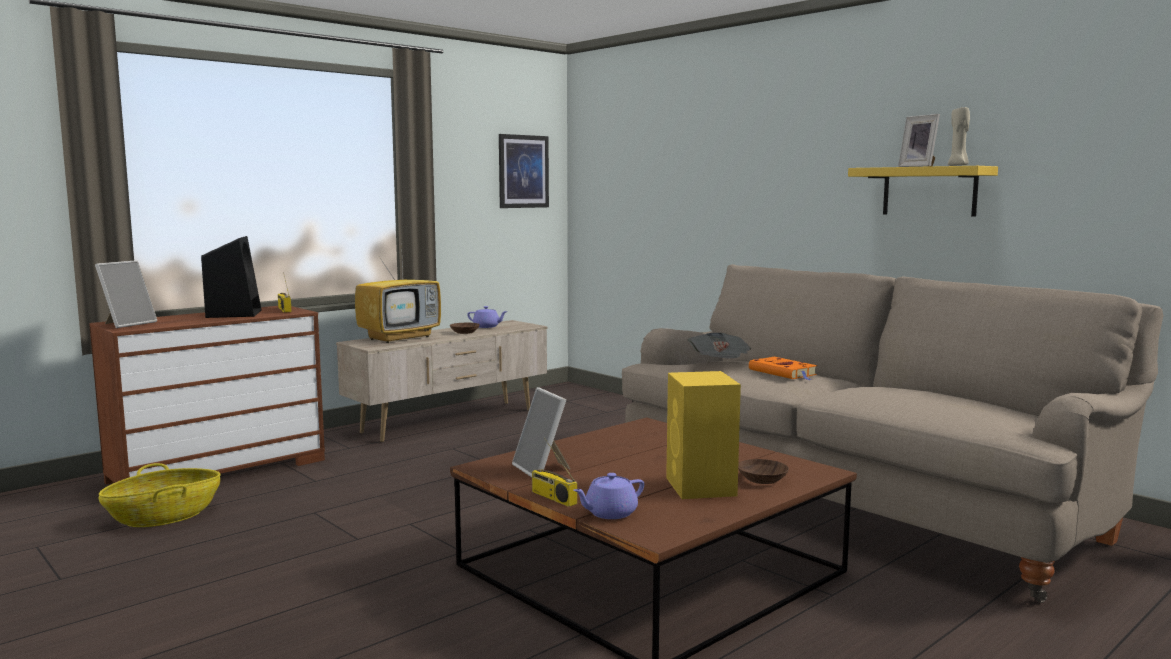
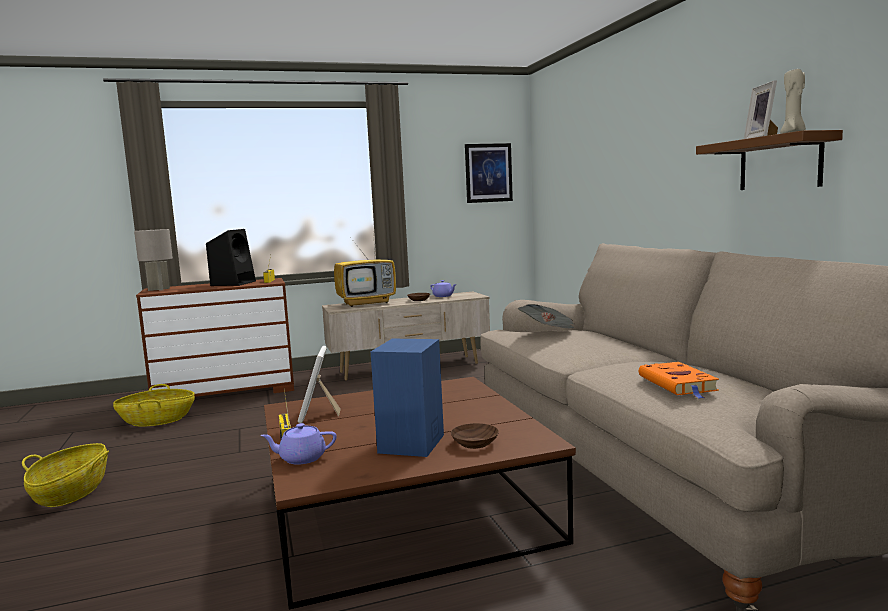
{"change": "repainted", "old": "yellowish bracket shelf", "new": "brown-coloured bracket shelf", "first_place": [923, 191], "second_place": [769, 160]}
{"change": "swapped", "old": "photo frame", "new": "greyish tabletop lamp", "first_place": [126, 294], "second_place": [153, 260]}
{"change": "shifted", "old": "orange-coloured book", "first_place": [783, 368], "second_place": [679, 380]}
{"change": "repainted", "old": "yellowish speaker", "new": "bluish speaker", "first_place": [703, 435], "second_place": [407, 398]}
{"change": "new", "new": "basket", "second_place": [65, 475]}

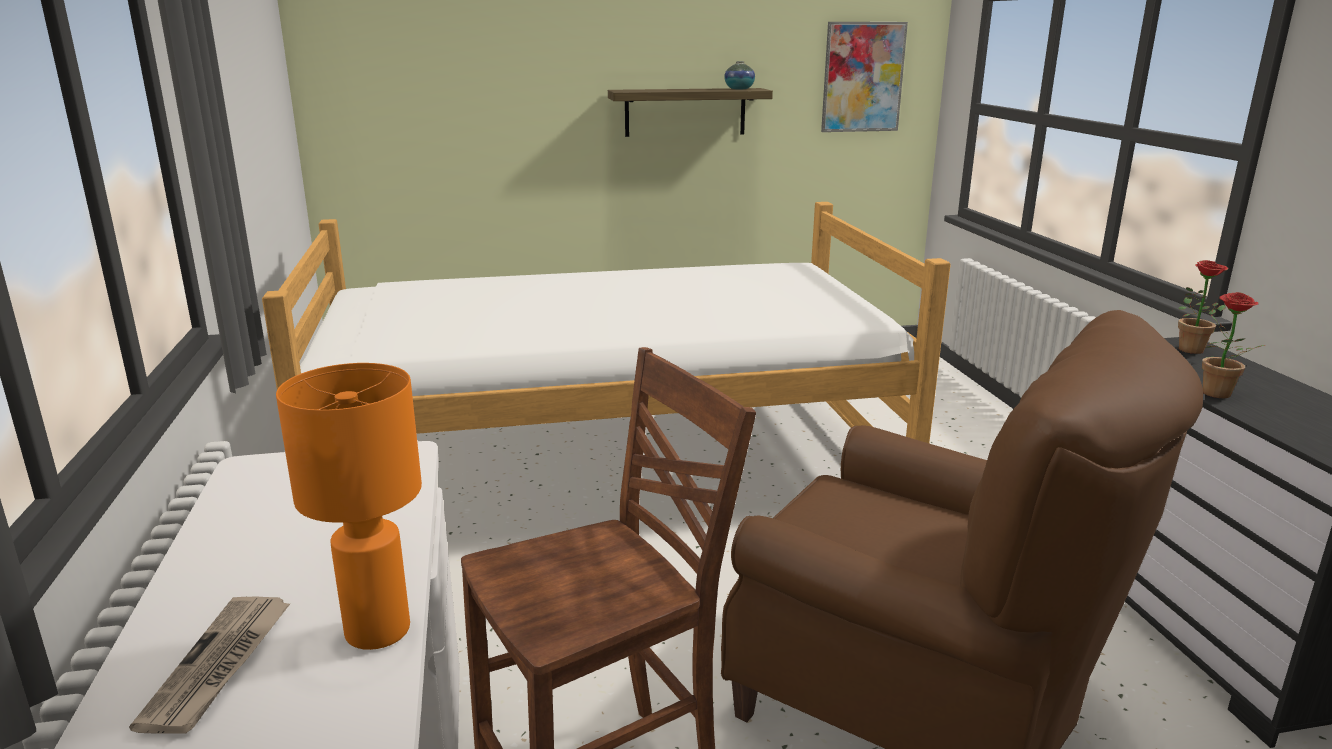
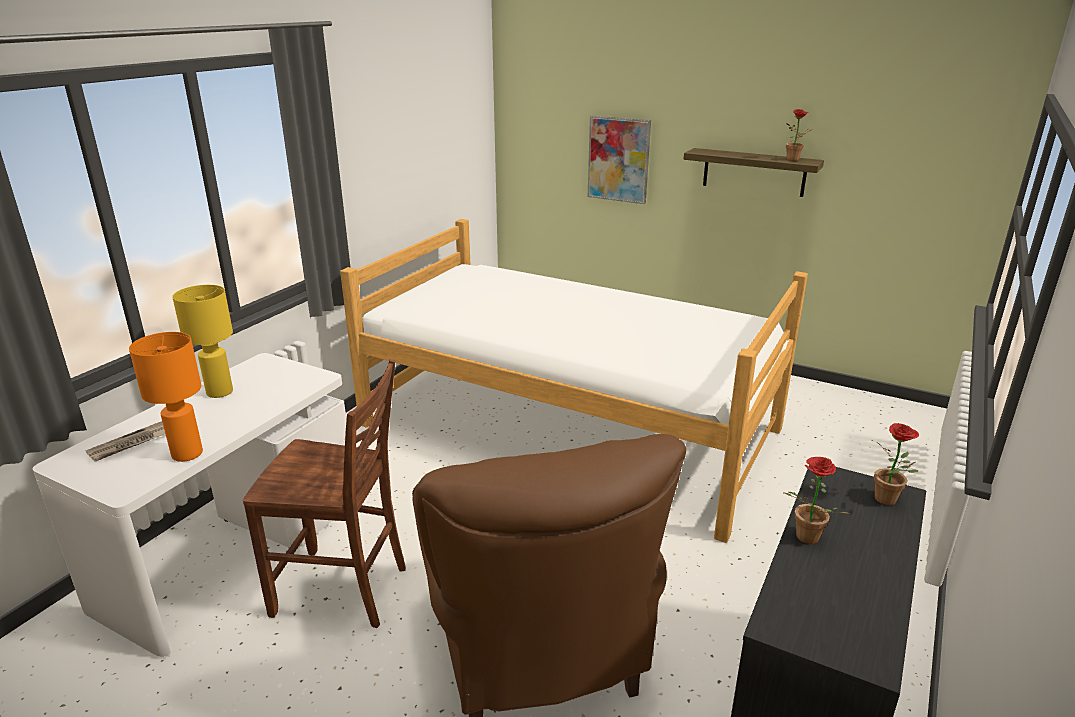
{"change": "shifted", "old": "wall art", "first_place": [864, 77], "second_place": [619, 160]}
{"change": "swapped", "old": "flower vase", "new": "potted plant", "first_place": [739, 75], "second_place": [799, 135]}
{"change": "new", "new": "yellowish tabletop lamp", "second_place": [202, 341]}

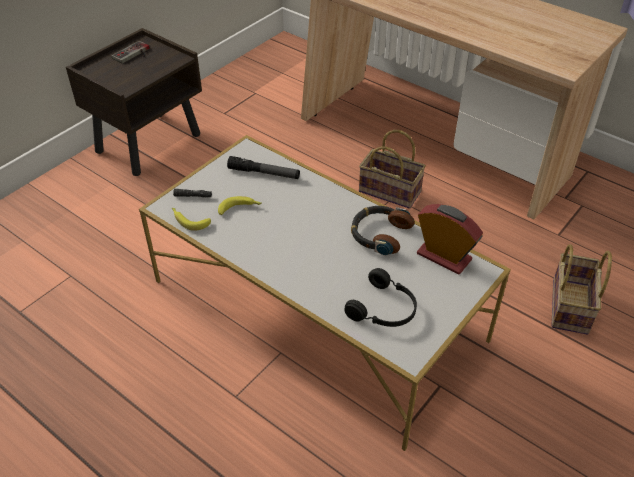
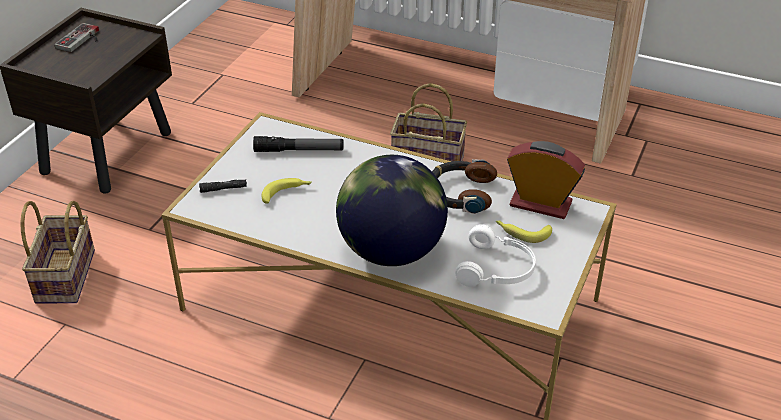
{"change": "shifted", "old": "whole banana", "first_place": [191, 219], "second_place": [524, 231]}
{"change": "shifted", "old": "basket", "first_place": [582, 289], "second_place": [57, 252]}
{"change": "repainted", "old": "black headset", "new": "white headset", "first_place": [380, 297], "second_place": [496, 255]}
{"change": "new", "new": "world globe", "second_place": [392, 210]}

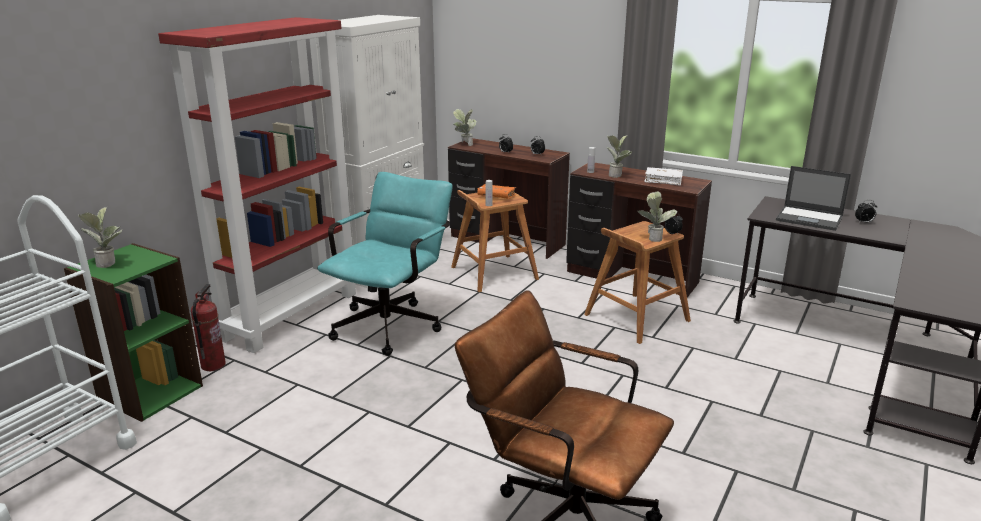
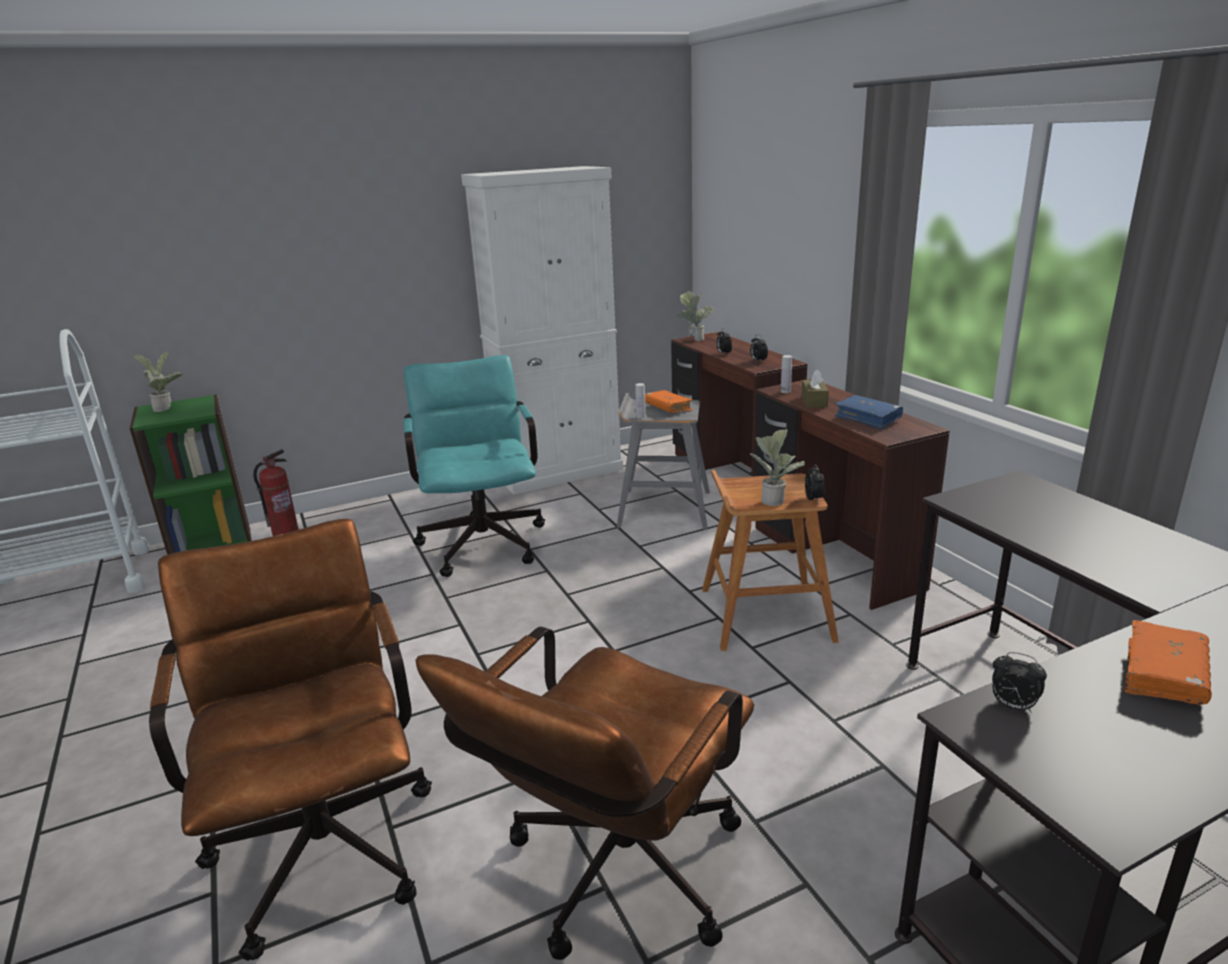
{"change": "gone", "old": "reddish bookshelf", "first_place": [257, 185]}
{"change": "swapped", "old": "potted plant", "new": "brown-coloured box of tissues", "first_place": [619, 156], "second_place": [815, 389]}
{"change": "gone", "old": "laptop", "first_place": [813, 198]}
{"change": "repainted", "old": "white book", "new": "bluish book", "first_place": [663, 176], "second_place": [868, 412]}
{"change": "rotated", "old": "turquoise-coloured office chair", "first_place": [385, 264], "second_place": [474, 466], "degrees": -75}
{"change": "repainted", "old": "brown-coloured stool", "new": "greyish stool", "first_place": [495, 241], "second_place": [663, 461]}
{"change": "shifted", "old": "alarm clock", "first_place": [866, 211], "second_place": [1019, 682]}
{"change": "new", "new": "orange-coloured book", "second_place": [1168, 662]}
{"change": "new", "new": "brown-coloured office chair", "second_place": [584, 793]}

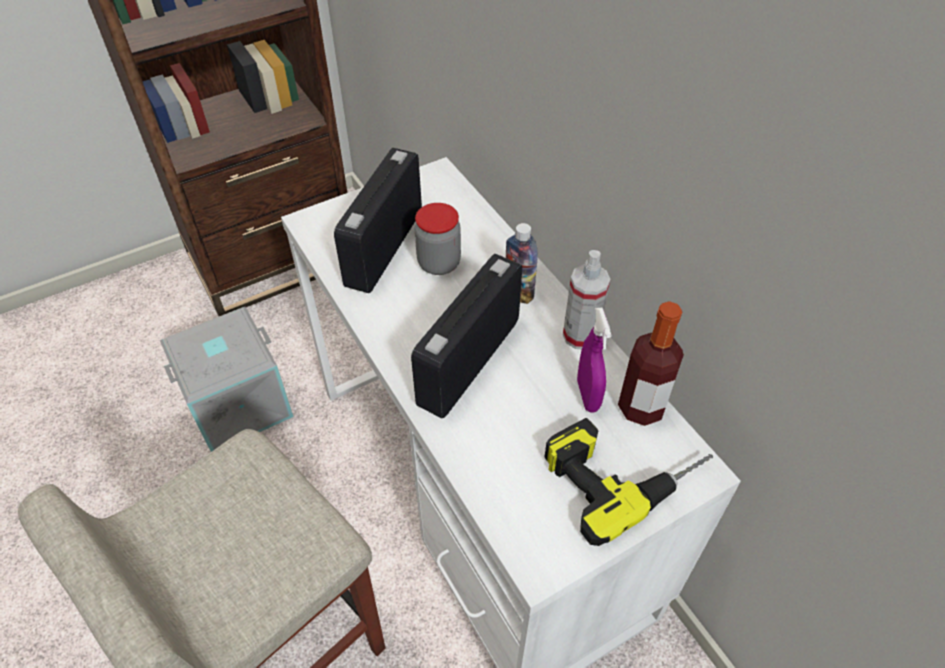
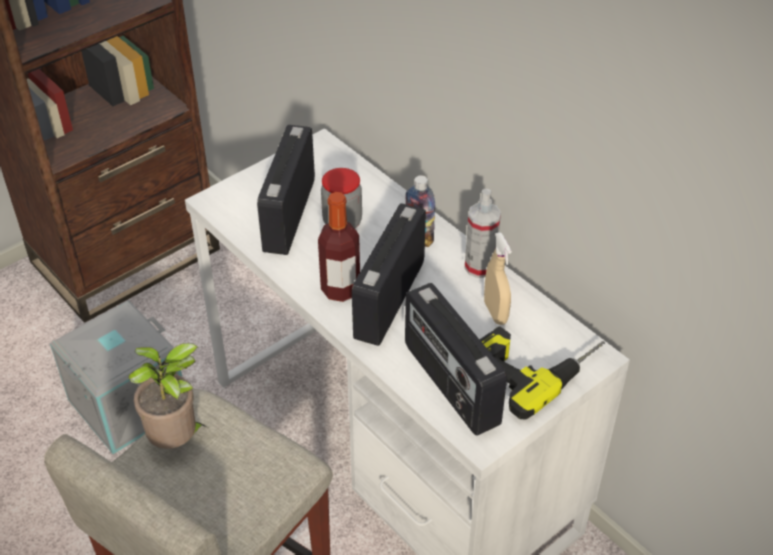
{"change": "shifted", "old": "drink bottle", "first_place": [651, 363], "second_place": [339, 247]}
{"change": "repainted", "old": "purplish spray bottle", "new": "beige spray bottle", "first_place": [594, 360], "second_place": [498, 278]}
{"change": "new", "new": "radio set", "second_place": [456, 359]}
{"change": "new", "new": "potted plant", "second_place": [167, 396]}

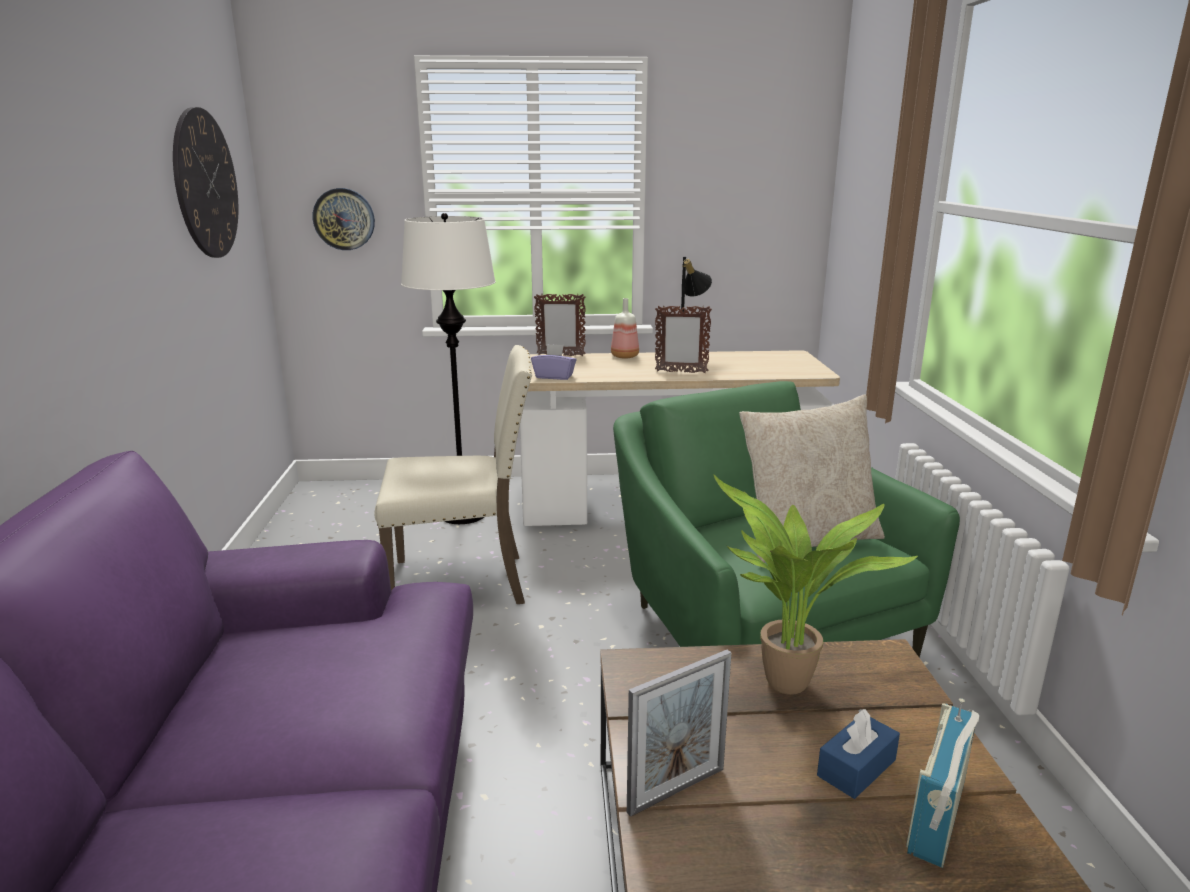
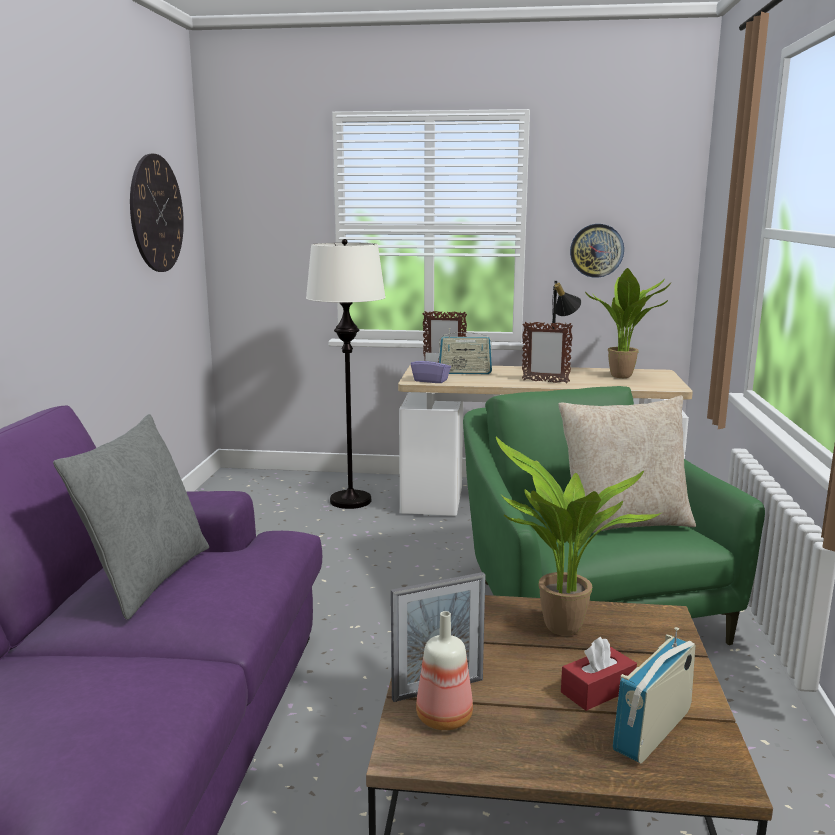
{"change": "shifted", "old": "hanging clock", "first_place": [344, 219], "second_place": [597, 251]}
{"change": "shifted", "old": "drink bottle", "first_place": [625, 328], "second_place": [444, 670]}
{"change": "gone", "old": "beige plain chair", "first_place": [453, 474]}
{"change": "repainted", "old": "bluish box of tissues", "new": "reddish box of tissues", "first_place": [858, 754], "second_place": [599, 674]}
{"change": "new", "new": "potted plant", "second_place": [628, 323]}
{"change": "new", "new": "radio set", "second_place": [465, 351]}
{"change": "new", "new": "greyish pillow", "second_place": [131, 517]}

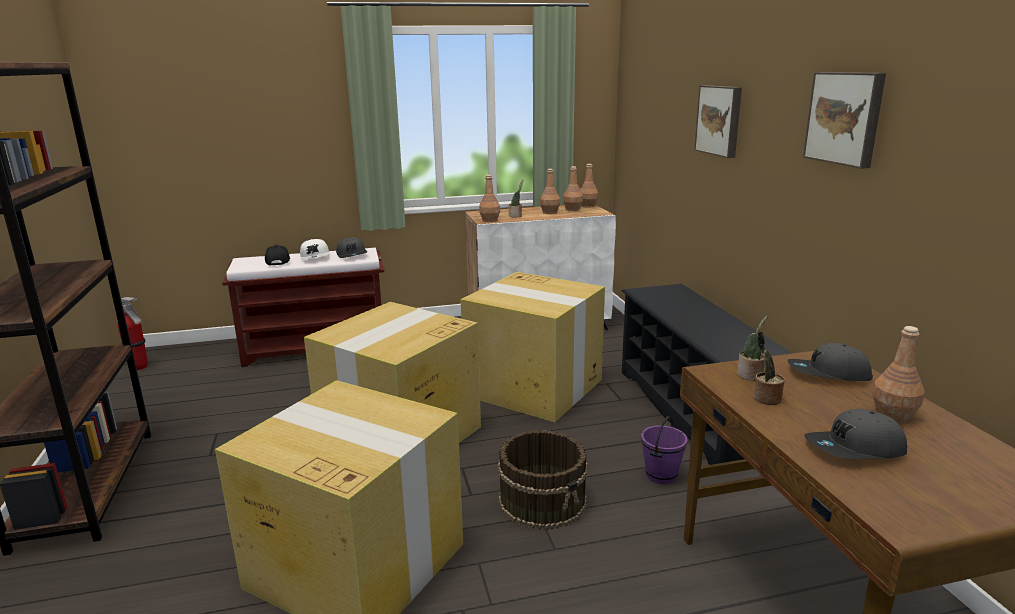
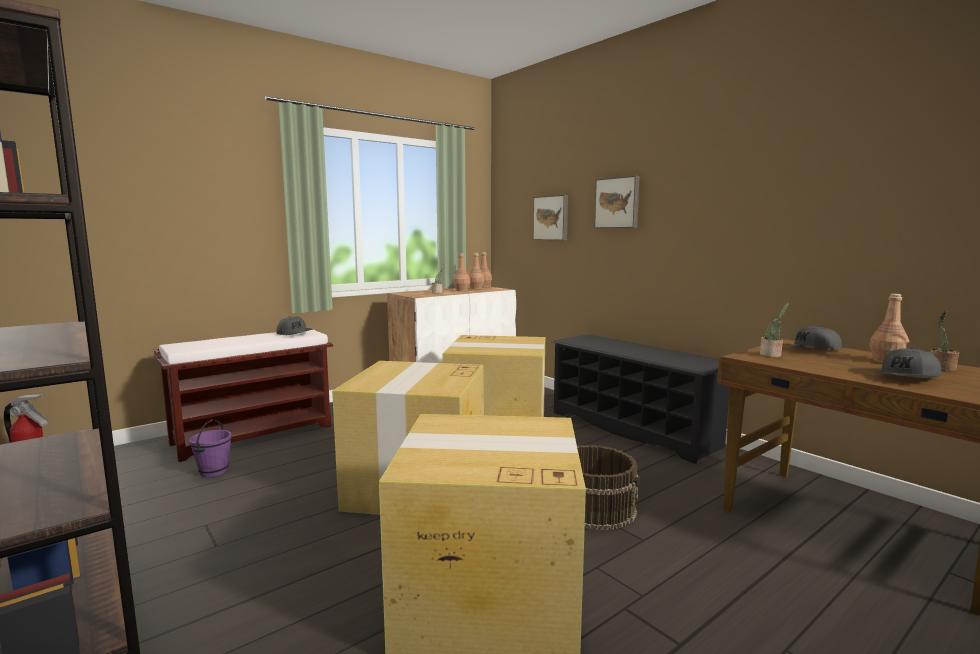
{"change": "shifted", "old": "wall art", "first_place": [844, 120], "second_place": [550, 217]}
{"change": "gone", "old": "brown-coloured drink bottle", "first_place": [489, 198]}
{"change": "gone", "old": "white cap", "first_place": [314, 249]}
{"change": "gone", "old": "black cap", "first_place": [277, 255]}
{"change": "shifted", "old": "potted plant", "first_place": [769, 368], "second_place": [945, 341]}
{"change": "shifted", "old": "purplish bucket", "first_place": [664, 450], "second_place": [210, 448]}

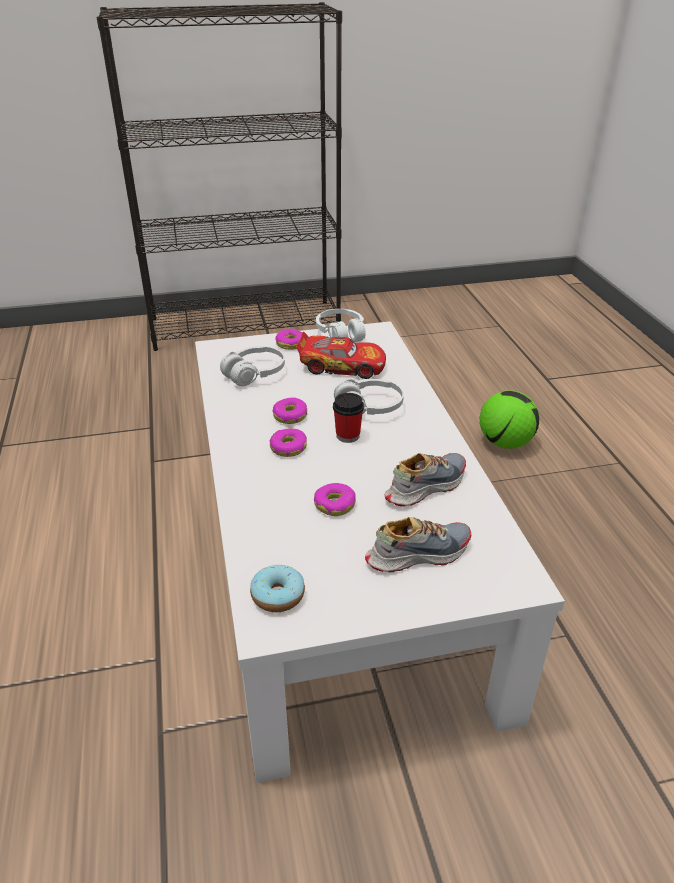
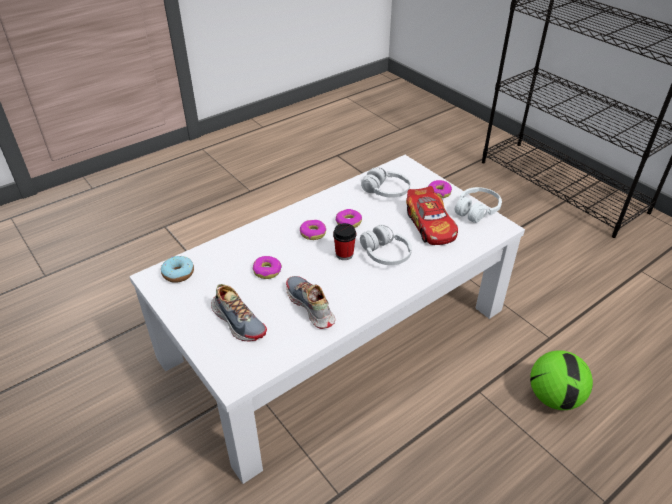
{"change": "rotated", "old": "item of footwear", "first_place": [425, 479], "second_place": [310, 302], "degrees": -150}

